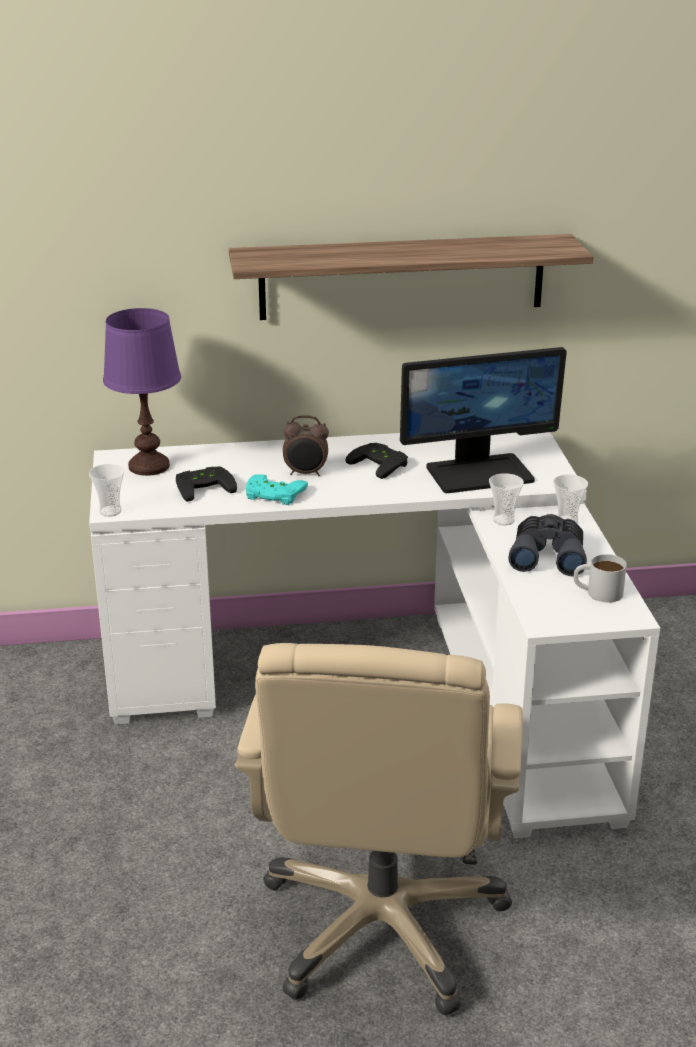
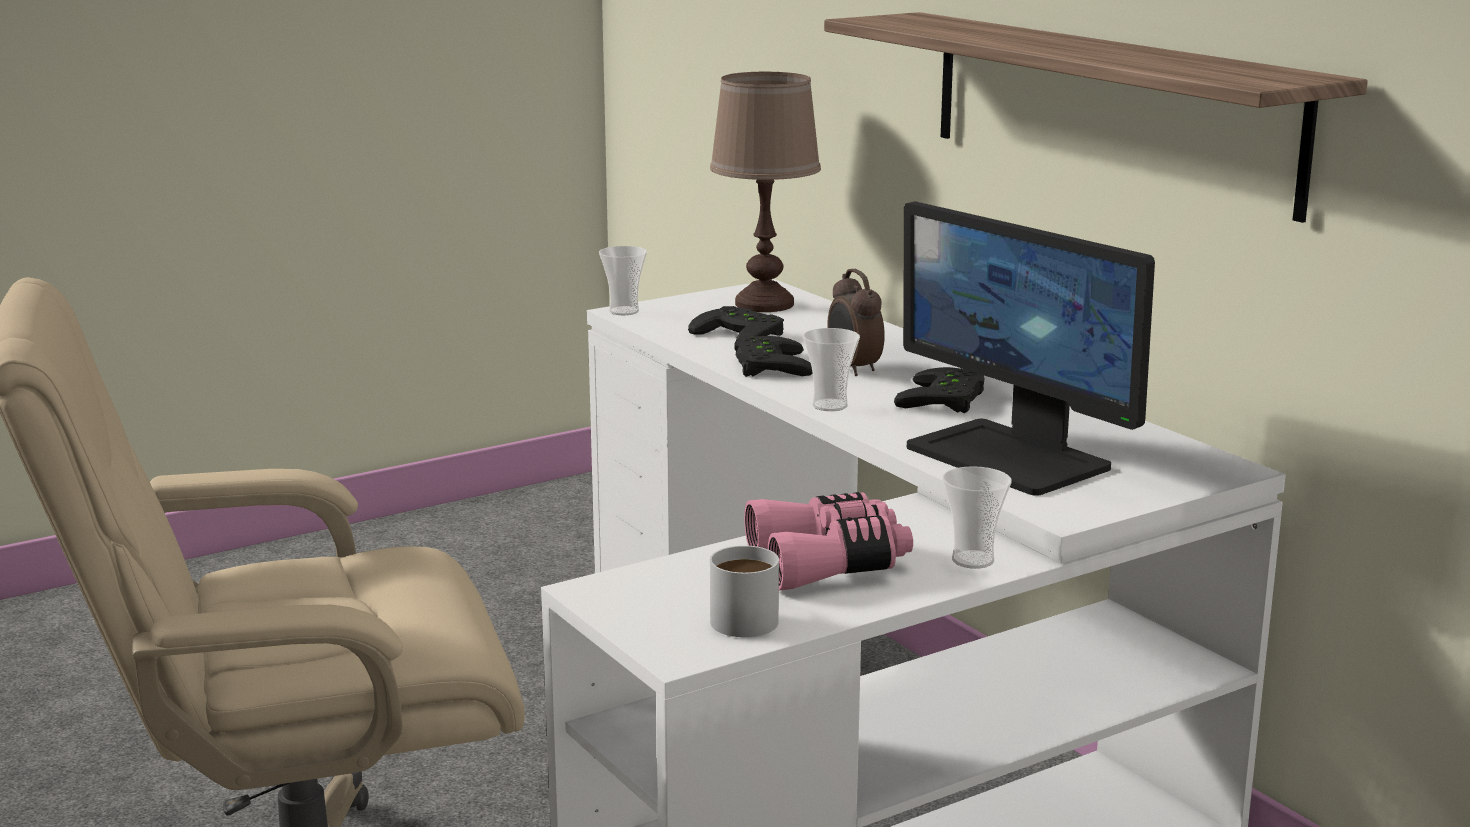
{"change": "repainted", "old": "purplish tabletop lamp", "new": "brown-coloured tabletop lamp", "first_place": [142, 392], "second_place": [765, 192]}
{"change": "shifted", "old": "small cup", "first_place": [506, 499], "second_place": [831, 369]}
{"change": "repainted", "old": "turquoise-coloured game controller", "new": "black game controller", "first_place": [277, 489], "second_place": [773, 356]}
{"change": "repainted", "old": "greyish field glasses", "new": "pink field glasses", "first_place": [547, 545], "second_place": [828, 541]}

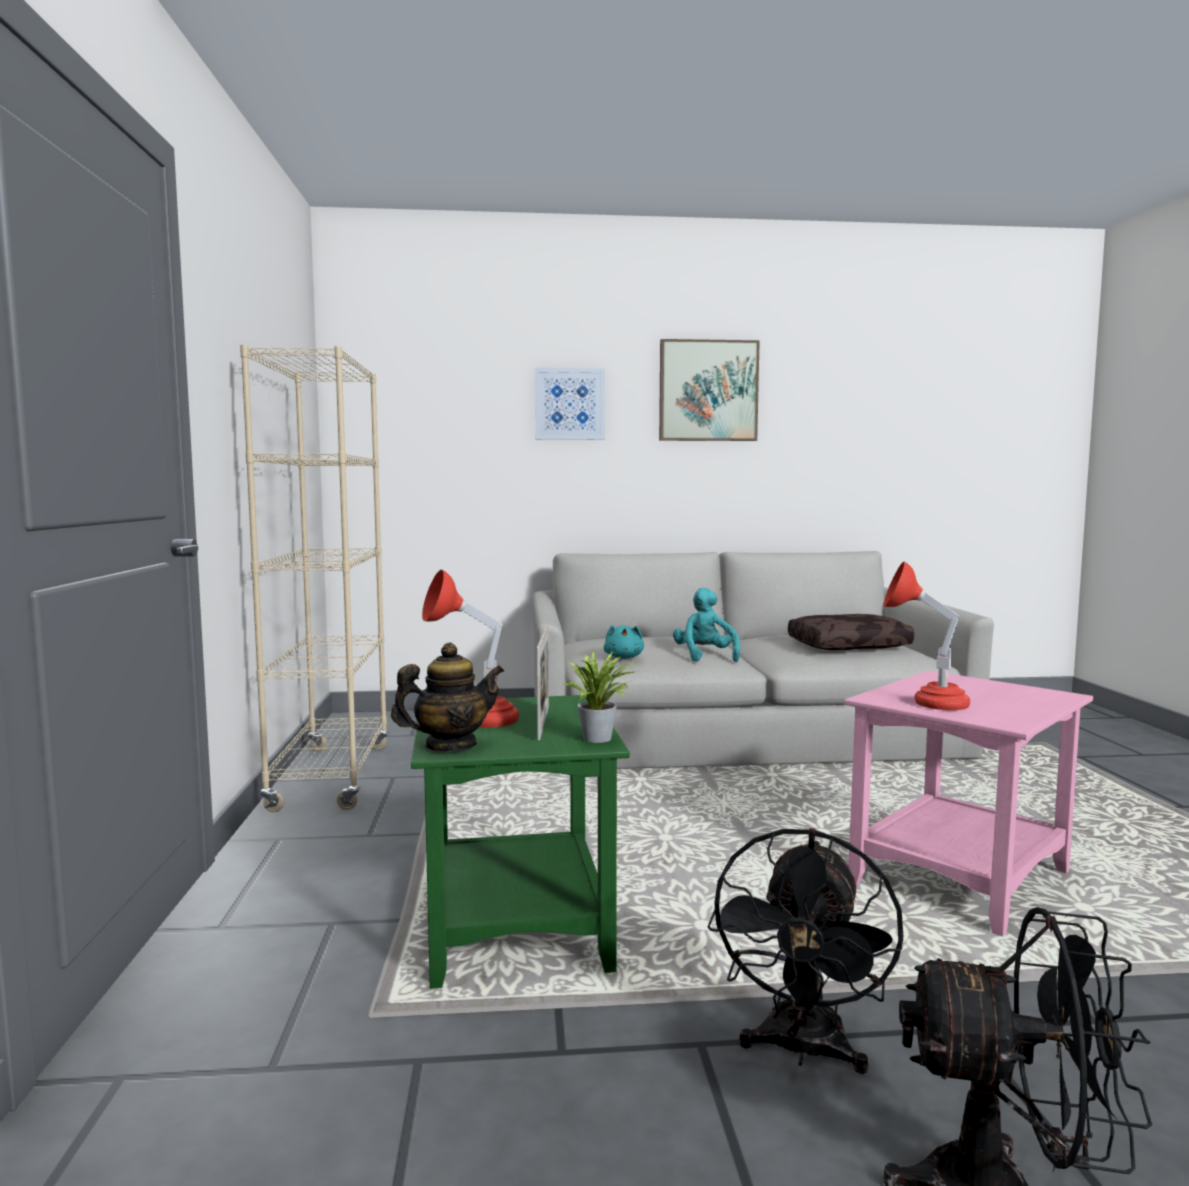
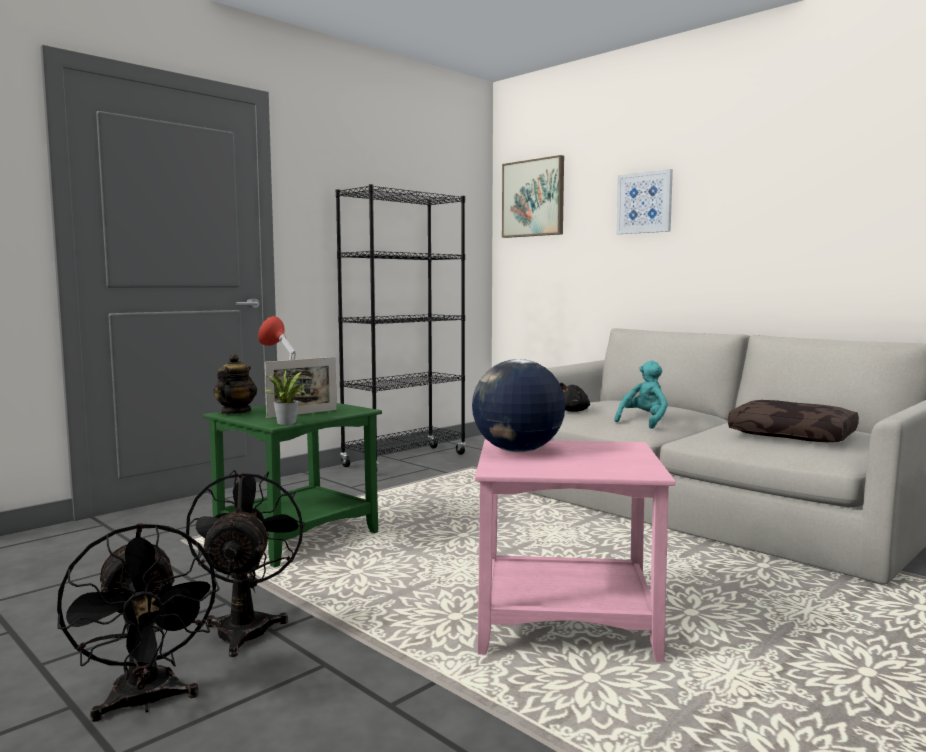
{"change": "shifted", "old": "wall art", "first_place": [709, 390], "second_place": [533, 196]}
{"change": "repainted", "old": "beige bookshelf", "new": "black bookshelf", "first_place": [314, 578], "second_place": [401, 325]}
{"change": "swapped", "old": "reddish tabletop lamp", "new": "world globe", "first_place": [926, 635], "second_place": [518, 405]}
{"change": "repainted", "old": "turquoise-coloured soft toy", "new": "black soft toy", "first_place": [624, 642], "second_place": [575, 397]}
{"change": "rotated", "old": "pot for tea", "first_place": [447, 696], "second_place": [235, 384], "degrees": -105}
{"change": "rotated", "old": "black cooling fan", "first_place": [805, 951], "second_place": [245, 563], "degrees": 105}

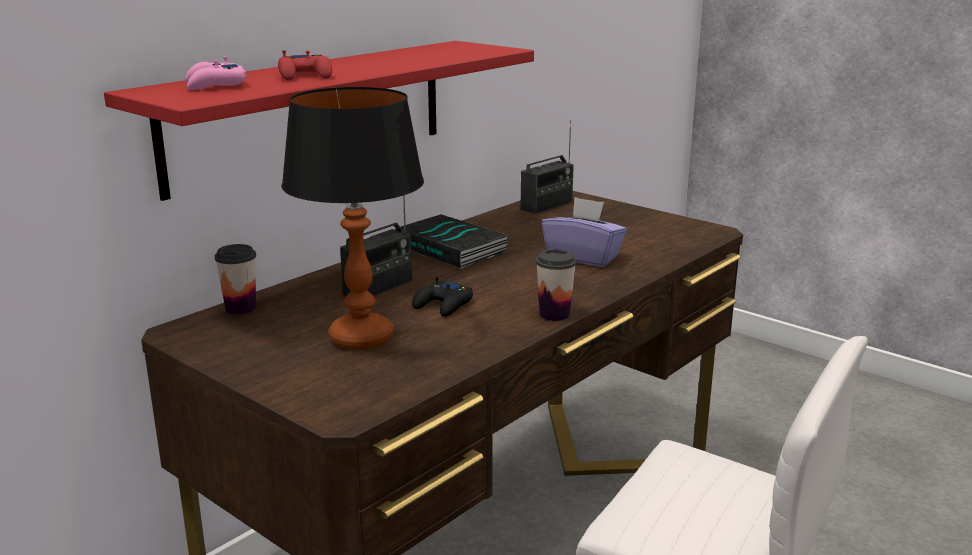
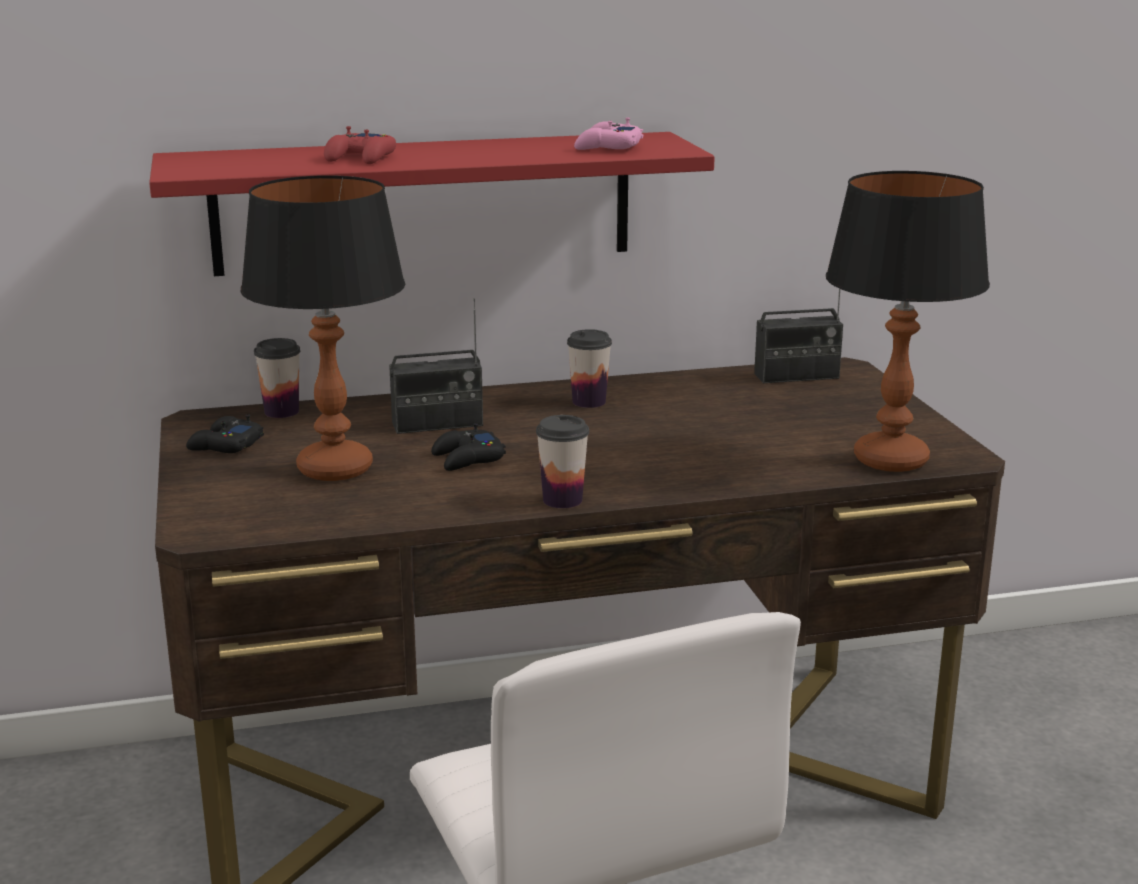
{"change": "shifted", "old": "pink game controller", "first_place": [216, 73], "second_place": [608, 133]}
{"change": "gone", "old": "purplish box of tissues", "first_place": [584, 232]}
{"change": "swapped", "old": "book", "new": "small cup", "first_place": [452, 241], "second_place": [589, 368]}
{"change": "new", "new": "tabletop lamp", "second_place": [908, 321]}
{"change": "new", "new": "black game controller", "second_place": [225, 433]}

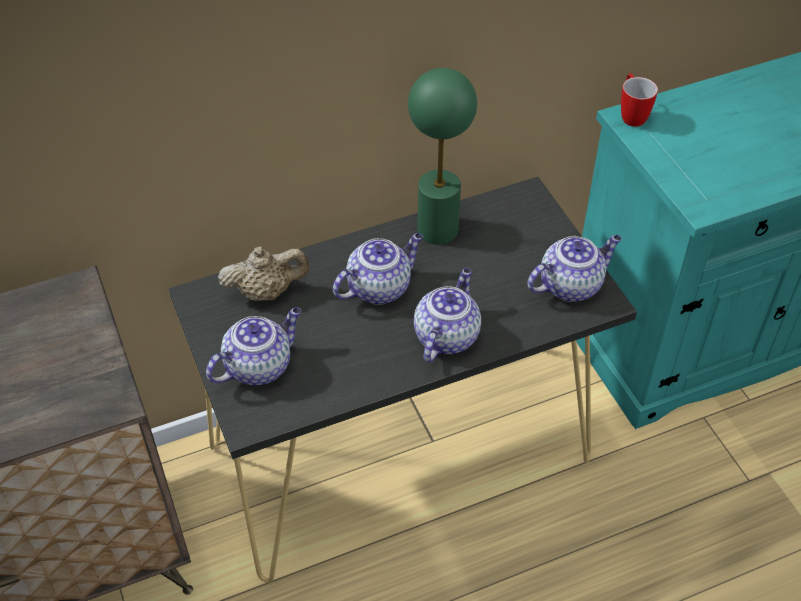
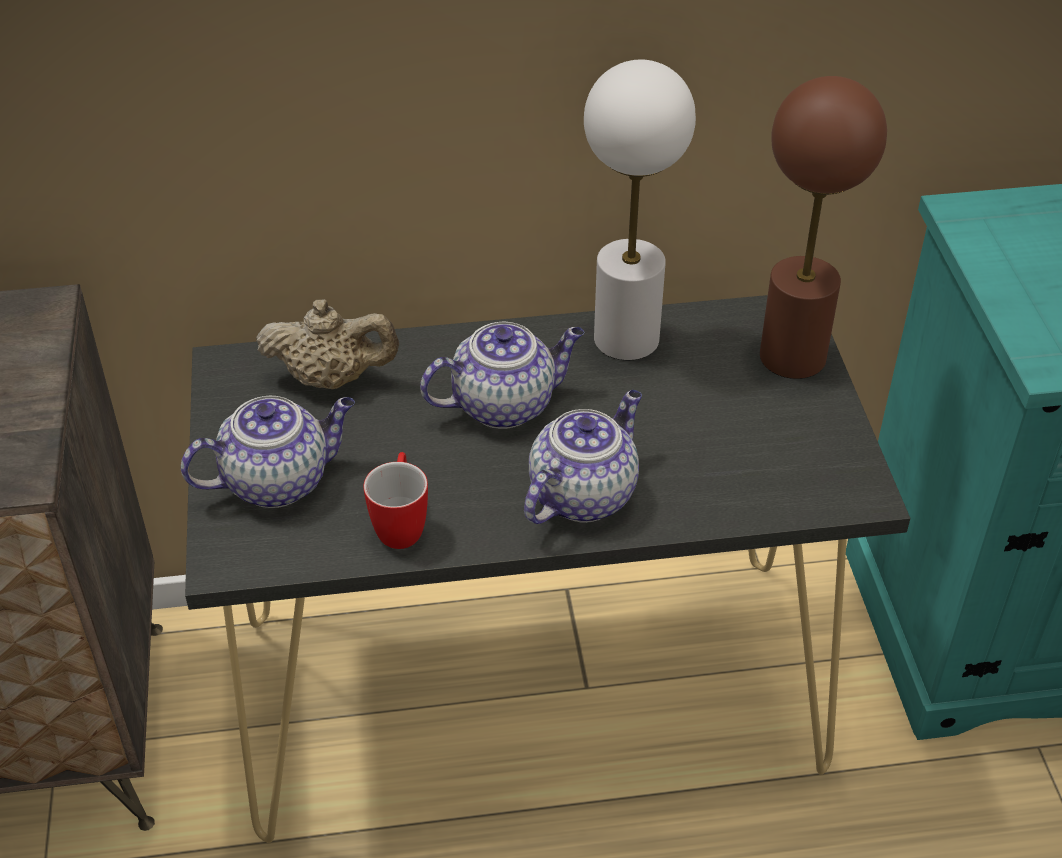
{"change": "repainted", "old": "green-coloured tabletop lamp", "new": "white tabletop lamp", "first_place": [442, 156], "second_place": [640, 210]}
{"change": "shifted", "old": "mug", "first_place": [639, 100], "second_place": [395, 500]}
{"change": "gone", "old": "pot for tea", "first_place": [574, 268]}
{"change": "new", "new": "brown-coloured tabletop lamp", "second_place": [823, 227]}

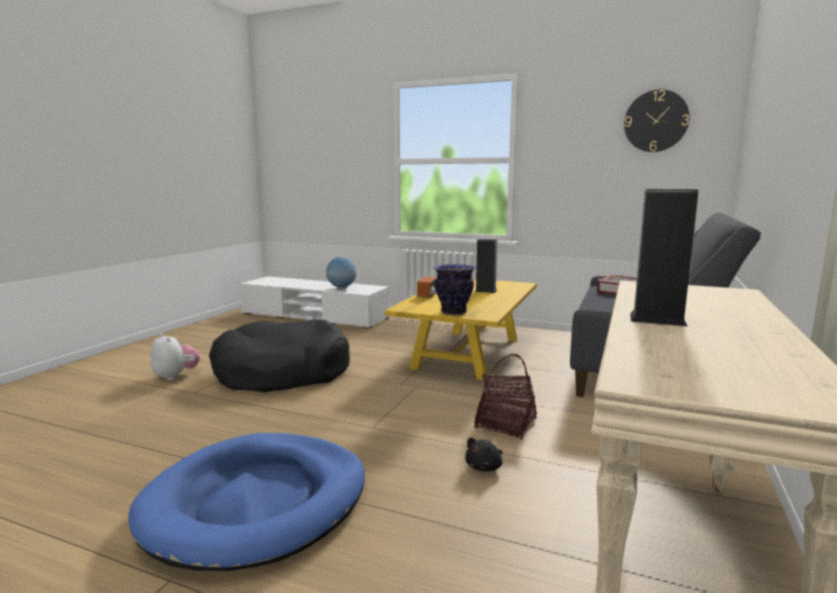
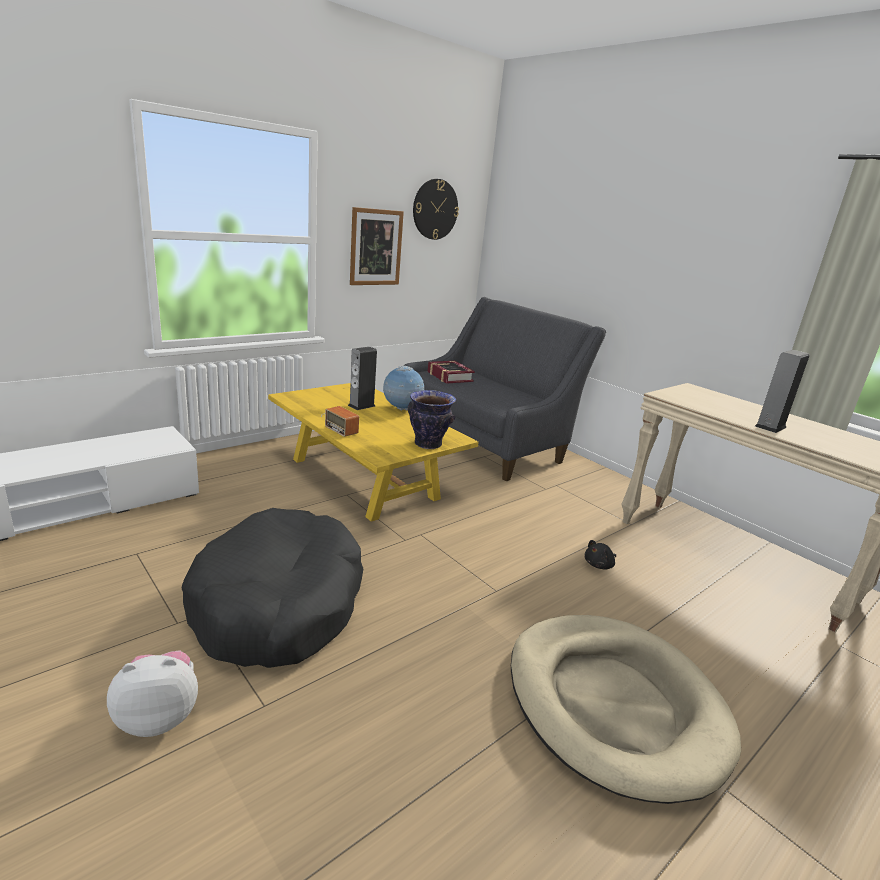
{"change": "shifted", "old": "world globe", "first_place": [341, 272], "second_place": [403, 388]}
{"change": "gone", "old": "basket", "first_place": [505, 396]}
{"change": "repainted", "old": "bluish pet bed", "new": "beige pet bed", "first_place": [246, 502], "second_place": [626, 709]}
{"change": "rotated", "old": "black soft toy", "first_place": [483, 454], "second_place": [600, 555], "degrees": 75}
{"change": "new", "new": "wall art", "second_place": [377, 246]}

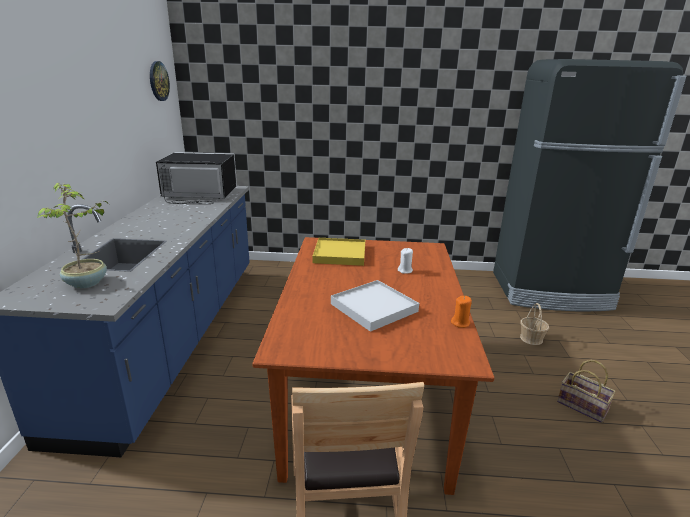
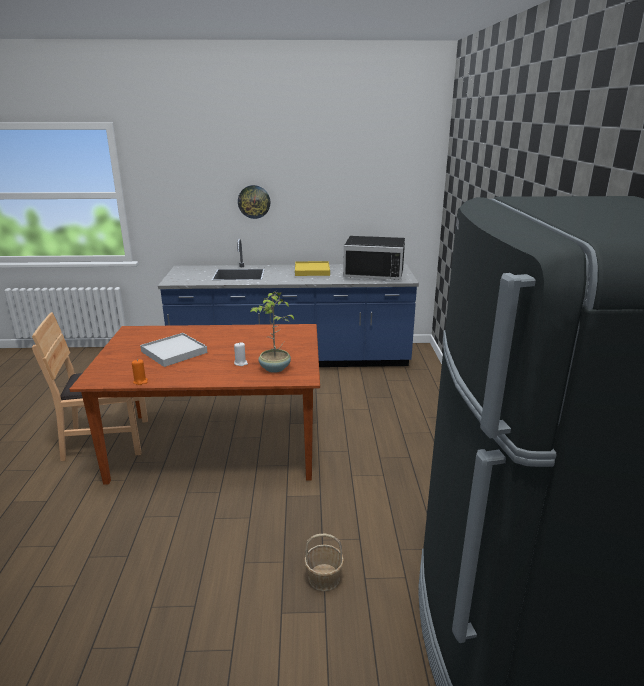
{"change": "shifted", "old": "hanging clock", "first_place": [160, 81], "second_place": [254, 202]}
{"change": "rotated", "old": "black microwave", "first_place": [196, 178], "second_place": [374, 258], "degrees": 105}
{"change": "shifted", "old": "potted plant", "first_place": [72, 236], "second_place": [272, 332]}
{"change": "shifted", "old": "yellowish tray", "first_place": [338, 252], "second_place": [312, 268]}
{"change": "gone", "old": "basket", "first_place": [586, 391]}

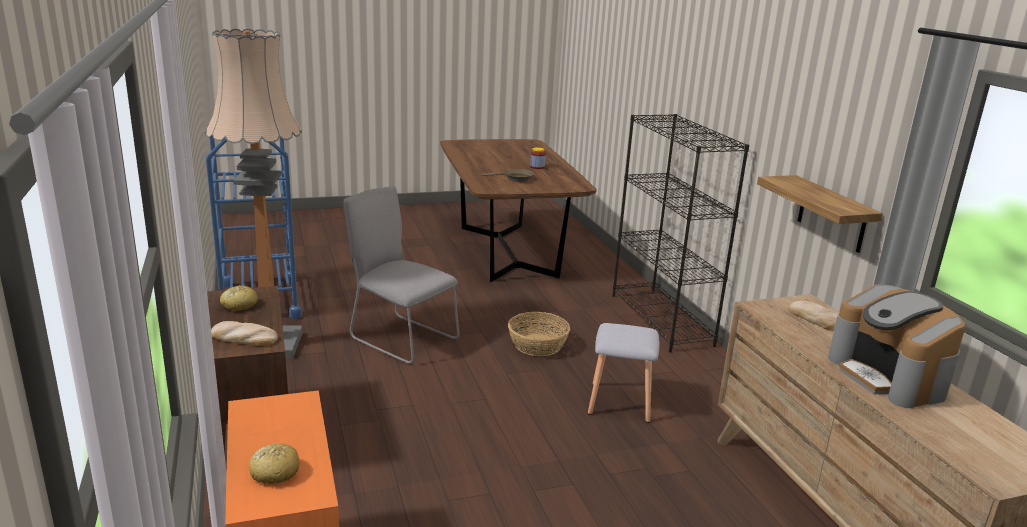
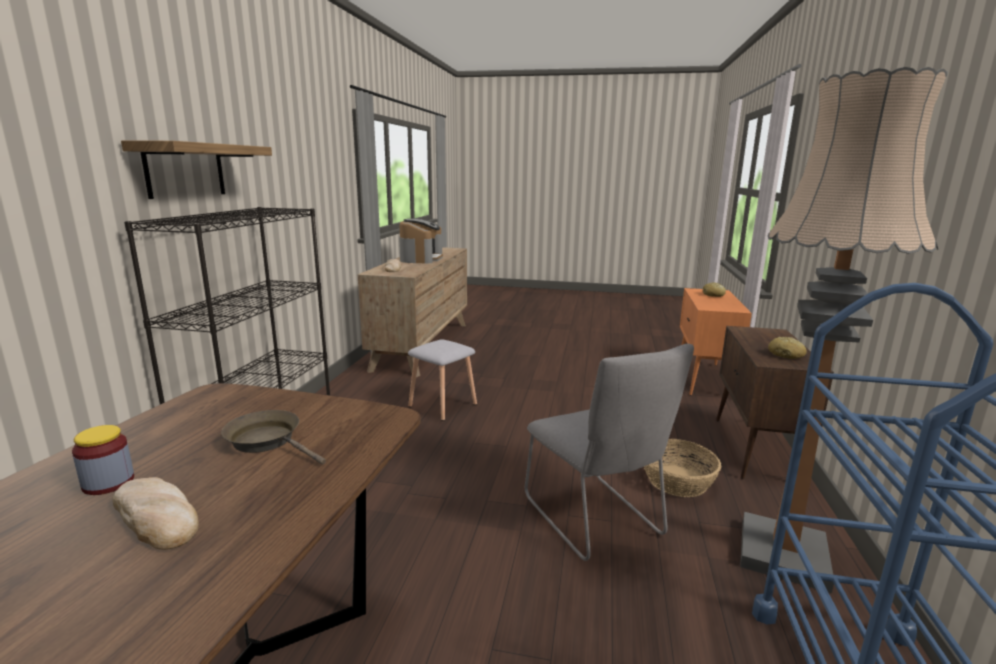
{"change": "shifted", "old": "bracket shelf", "first_place": [820, 214], "second_place": [196, 169]}
{"change": "shifted", "old": "basket", "first_place": [539, 334], "second_place": [682, 468]}
{"change": "shifted", "old": "bakery bread", "first_place": [244, 333], "second_place": [156, 513]}

